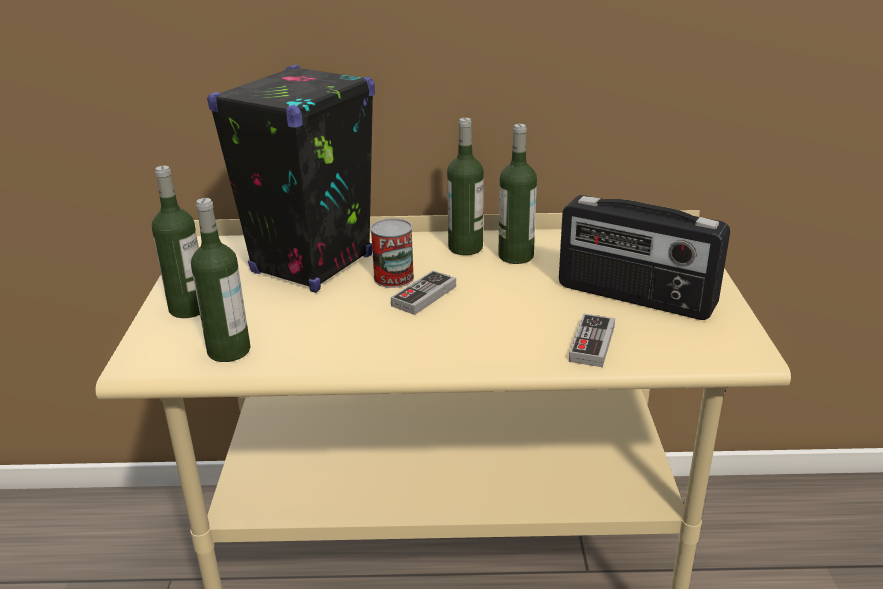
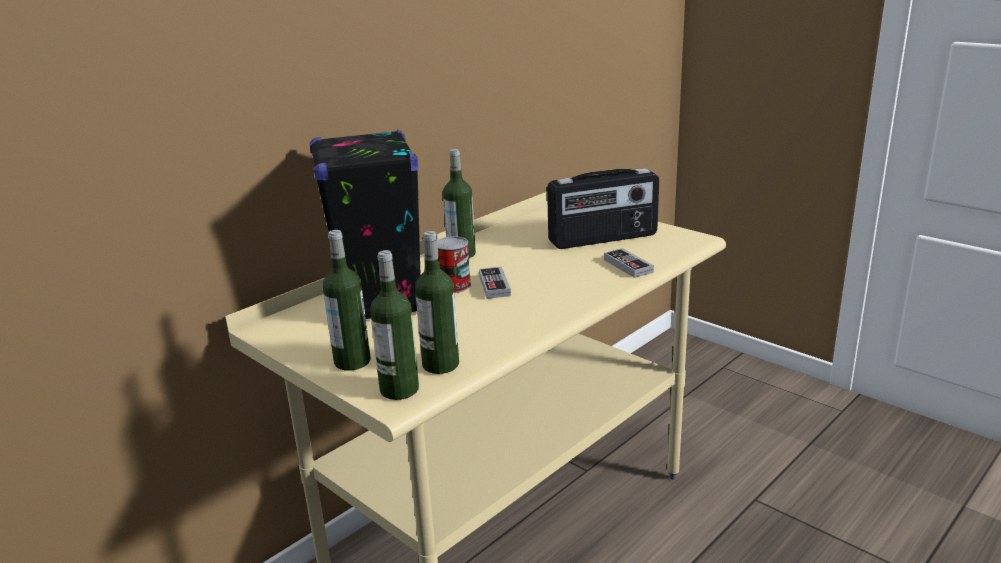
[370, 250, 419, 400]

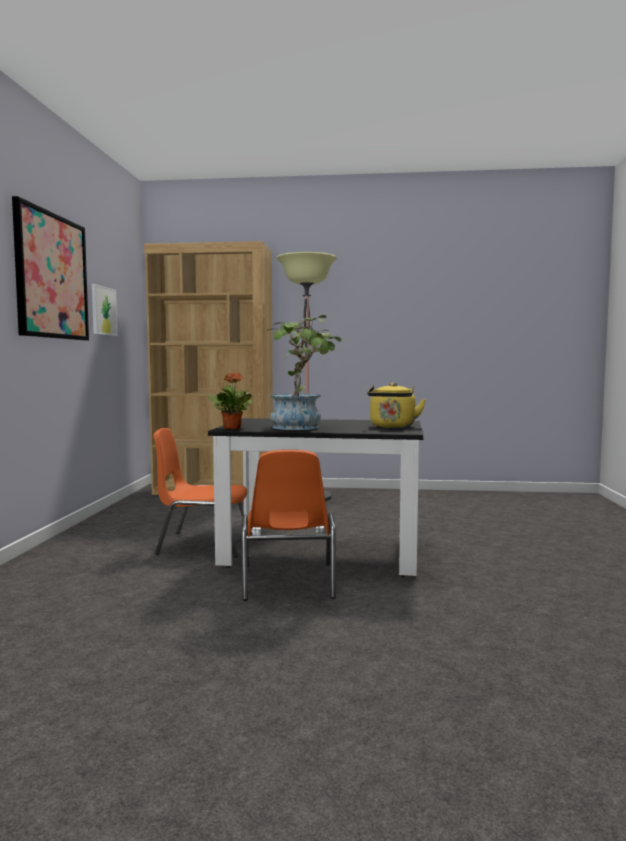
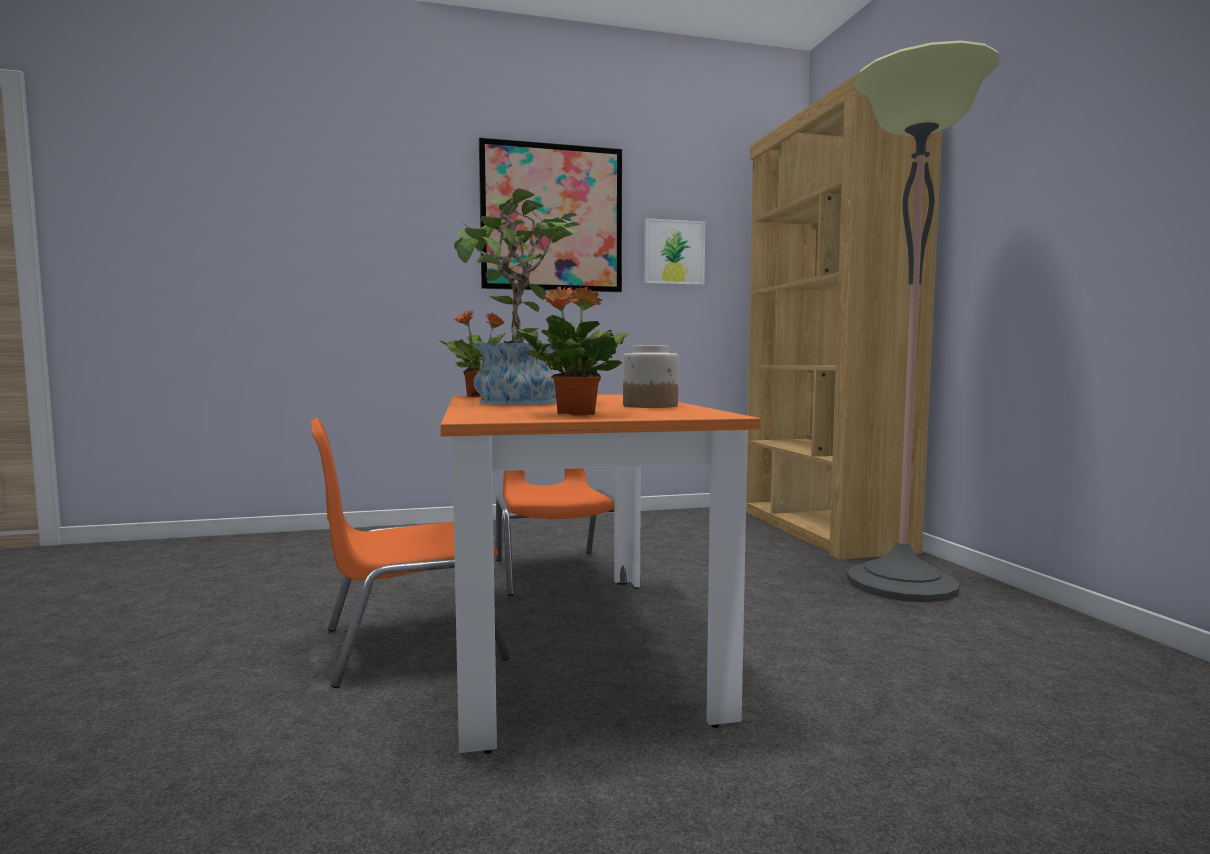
[440, 394, 761, 754]
[514, 287, 629, 416]
[623, 345, 679, 408]

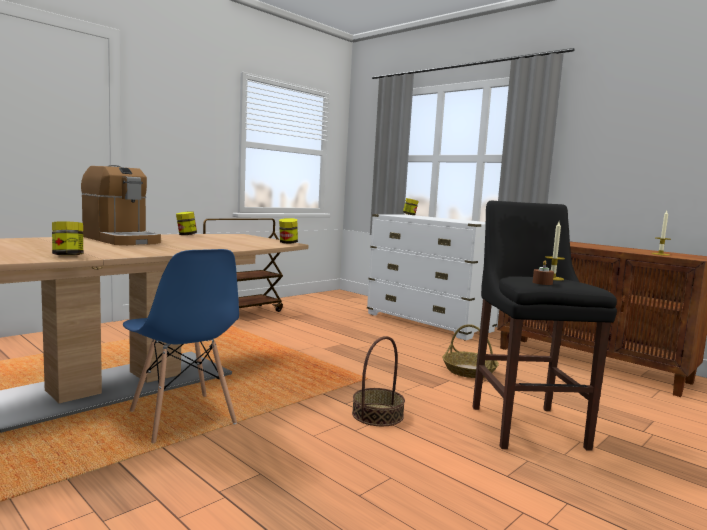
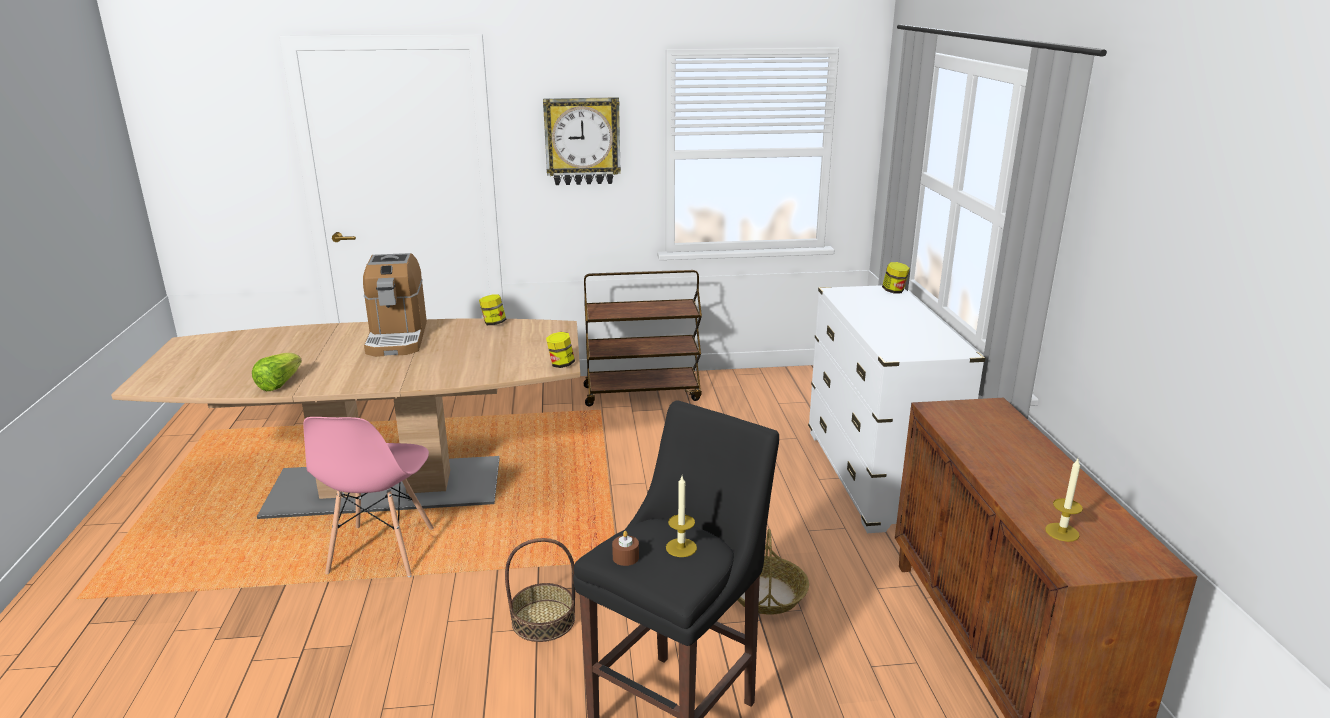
[252, 353, 302, 391]
[303, 417, 434, 577]
[543, 97, 621, 185]

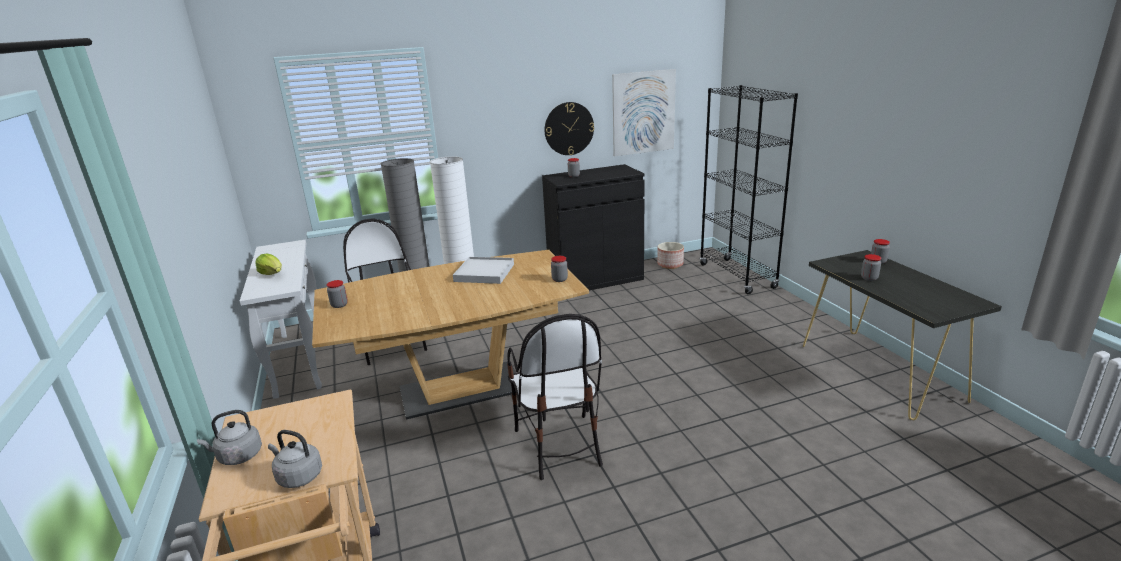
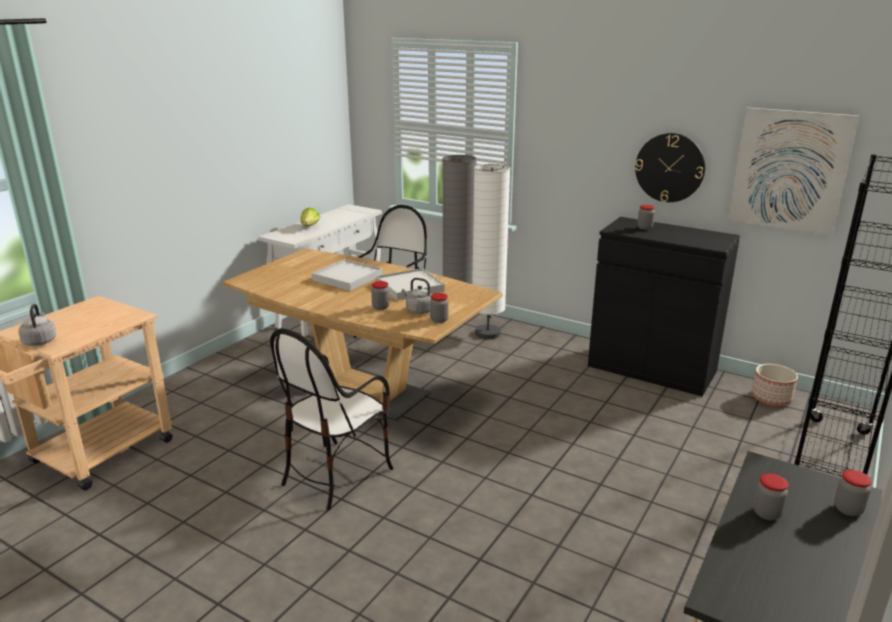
[402, 278, 432, 314]
[371, 281, 390, 310]
[312, 259, 382, 291]

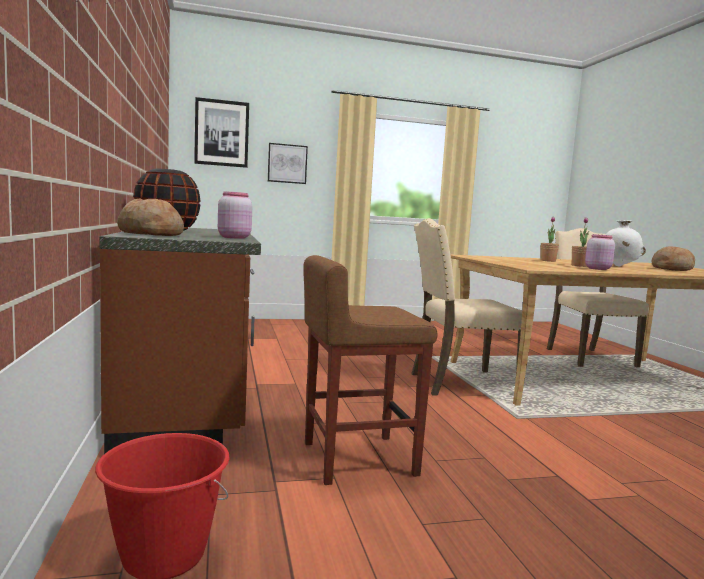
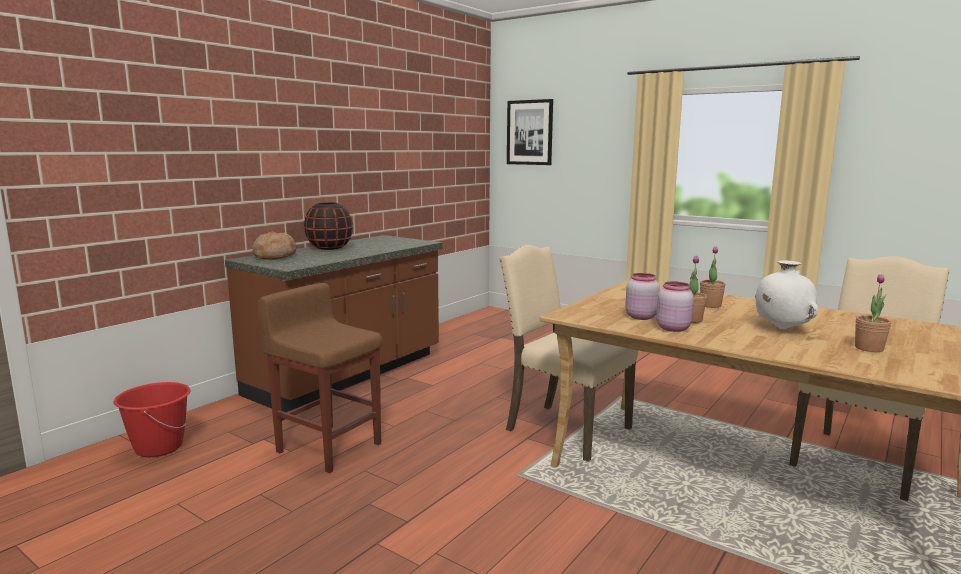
[625, 273, 660, 320]
[268, 143, 308, 184] (first image)
[855, 274, 891, 352]

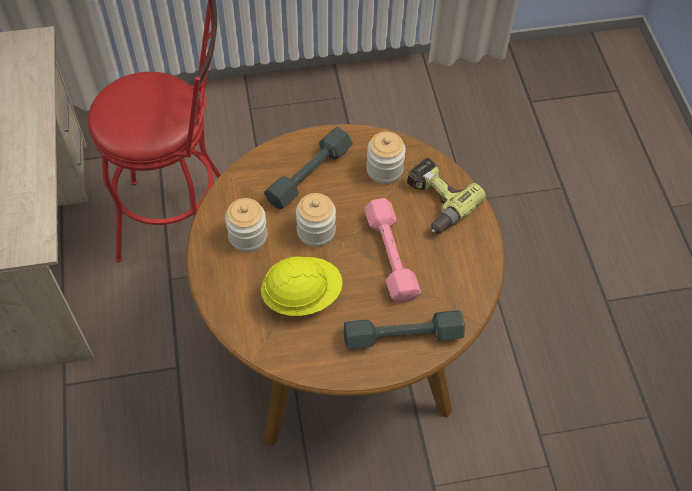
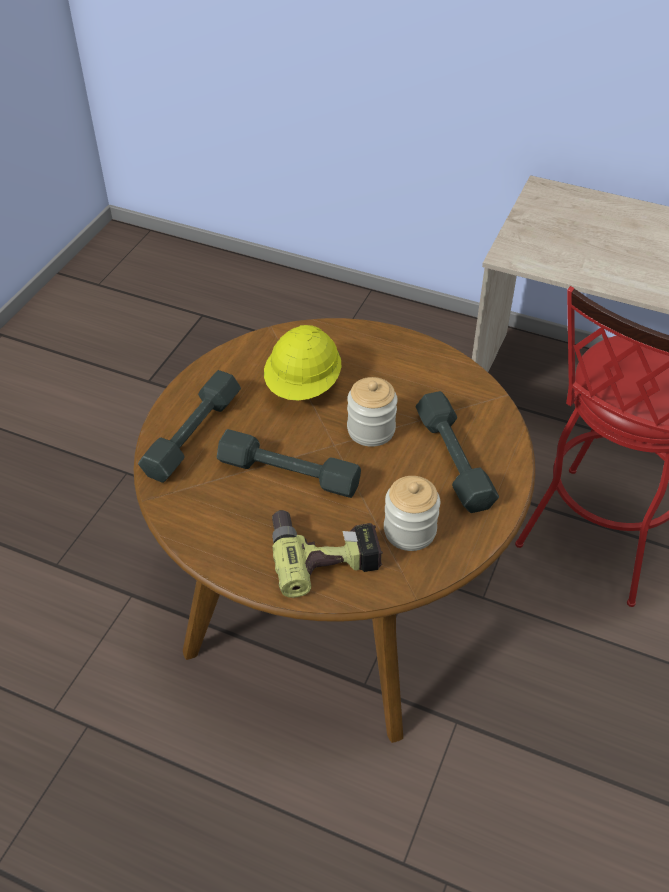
[225, 198, 267, 252] (first image)
[217, 429, 361, 498]

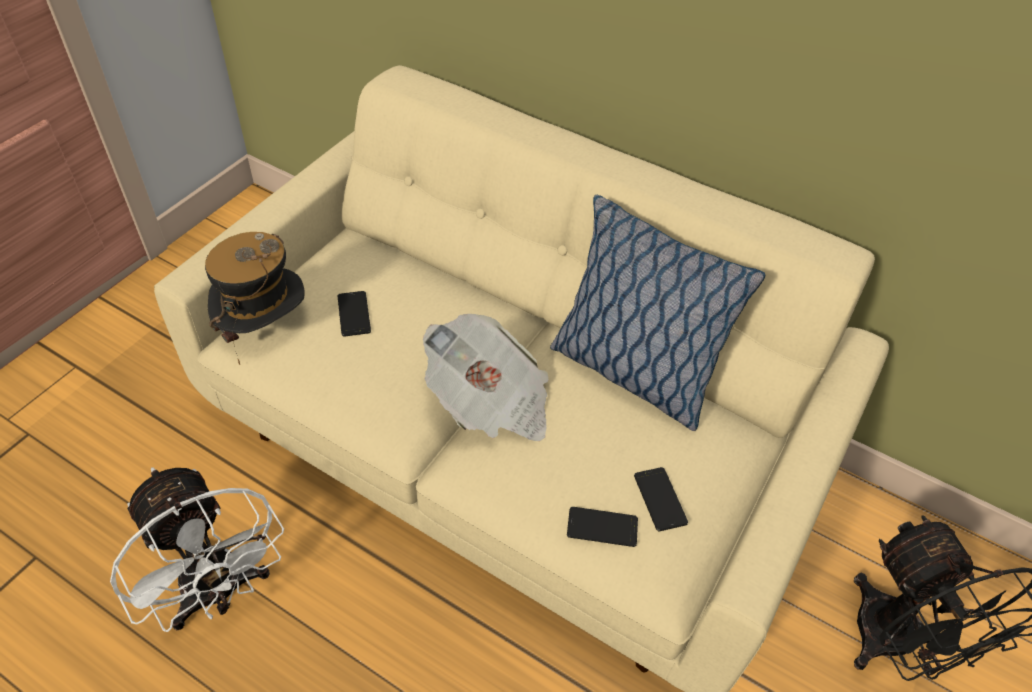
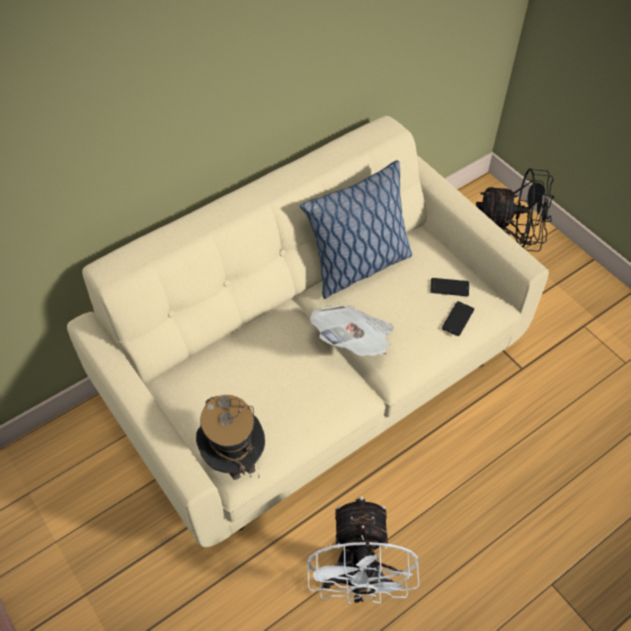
[307, 496, 419, 604]
[338, 291, 371, 337] (first image)

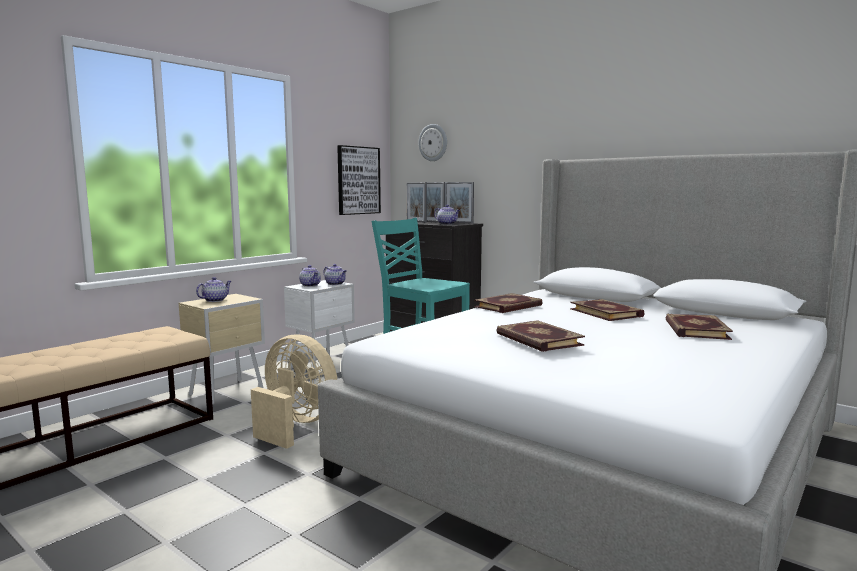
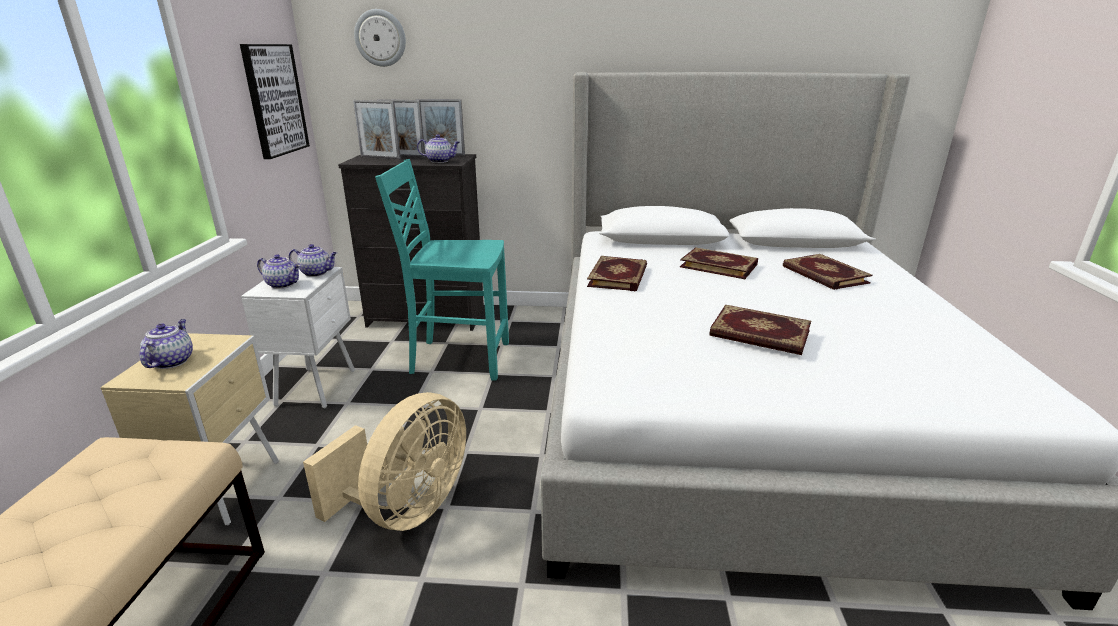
[303, 392, 466, 531]

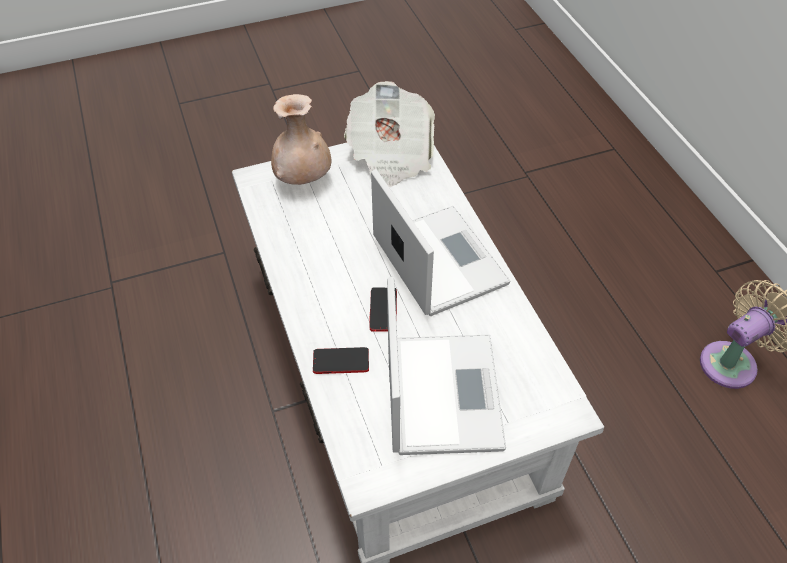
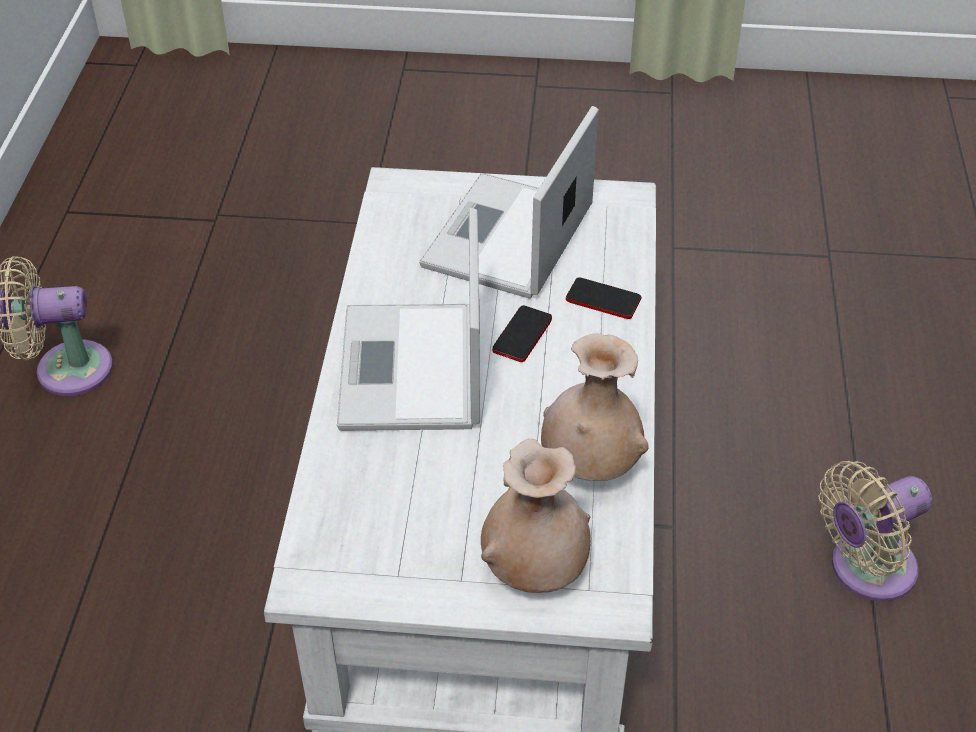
[344, 81, 435, 187] (first image)
[541, 333, 648, 481]
[818, 461, 932, 602]

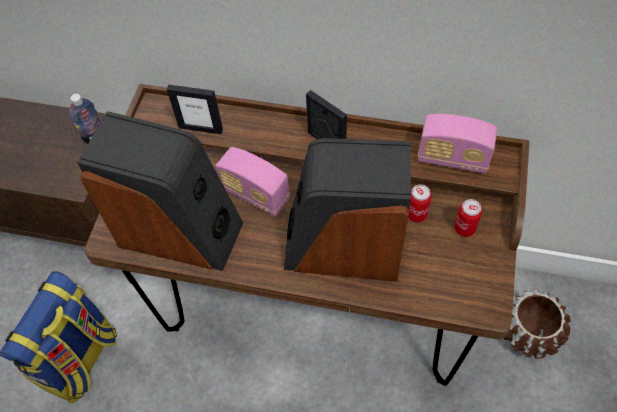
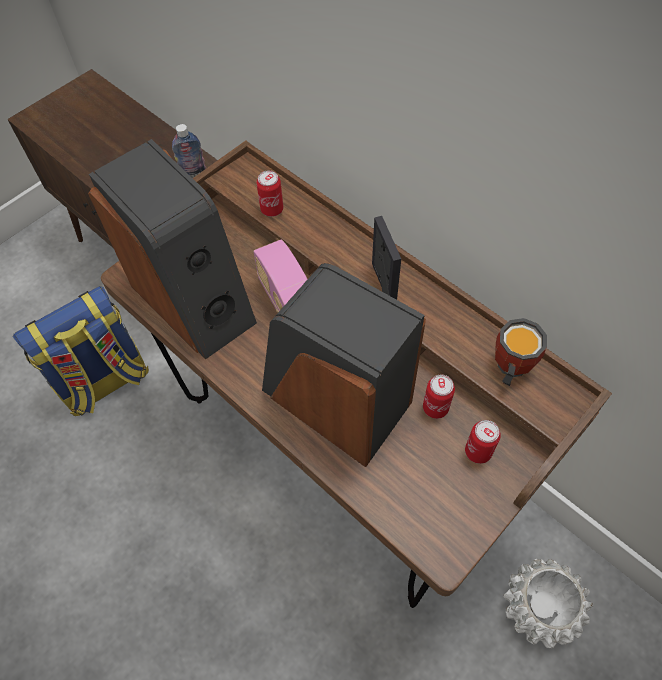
[256, 170, 284, 217]
[495, 318, 547, 386]
[503, 559, 593, 648]

